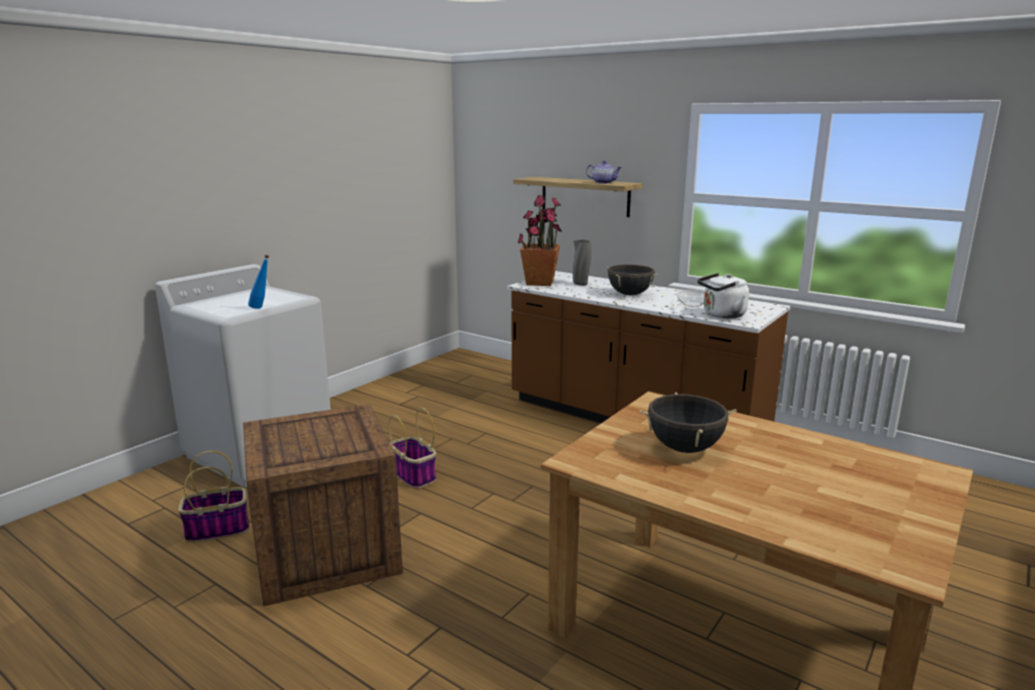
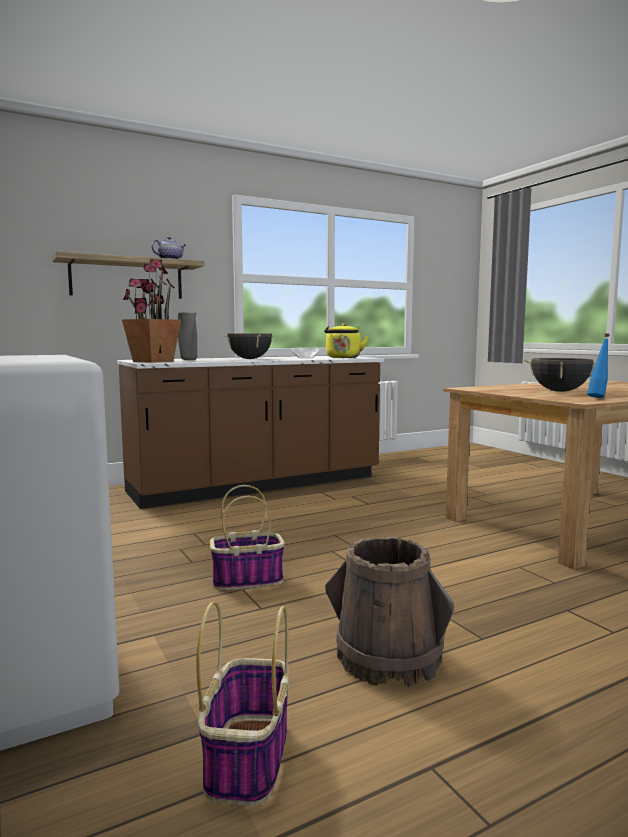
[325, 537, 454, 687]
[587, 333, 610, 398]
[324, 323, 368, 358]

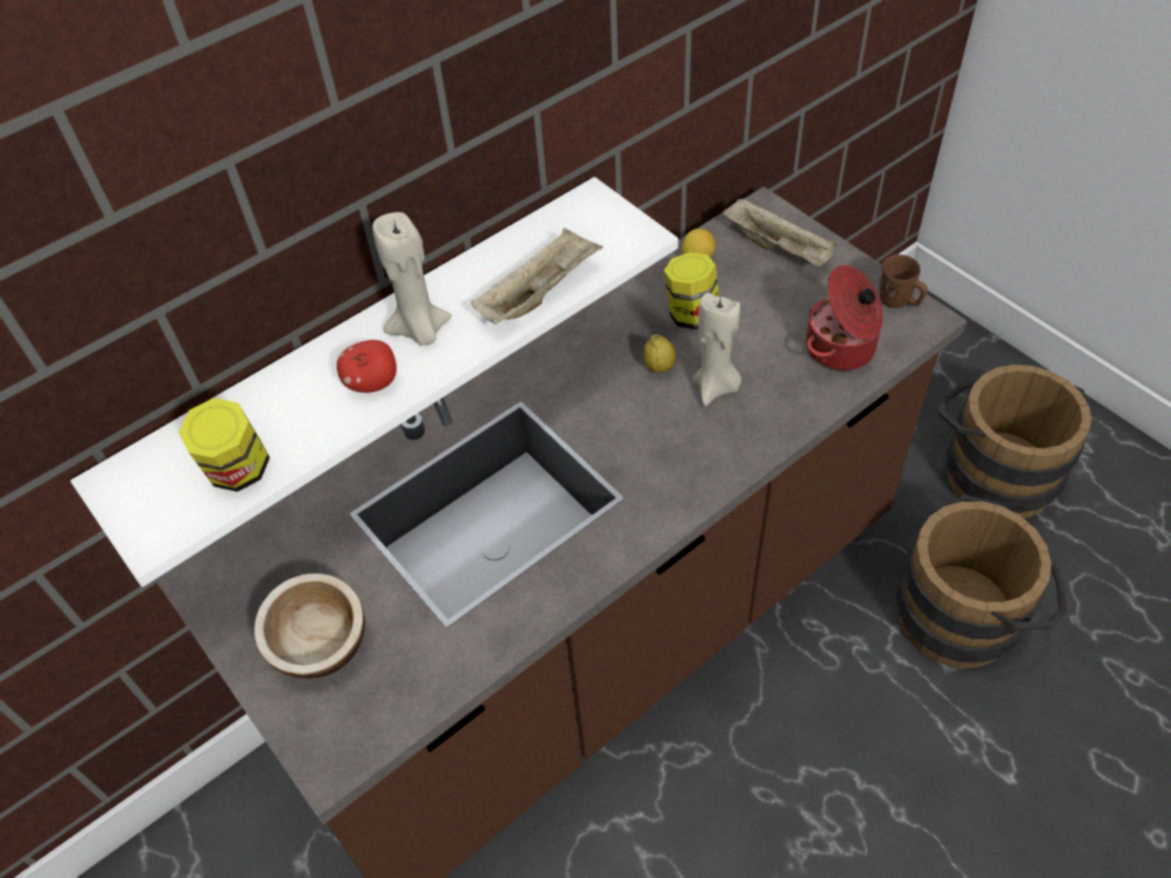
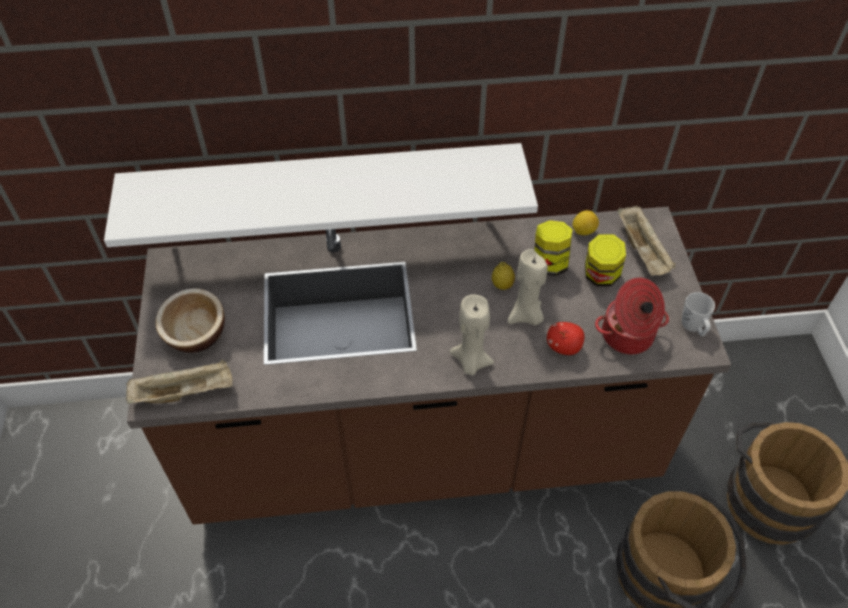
[585, 234, 626, 286]
[547, 322, 585, 355]
[450, 294, 494, 375]
[126, 360, 233, 404]
[682, 292, 715, 336]

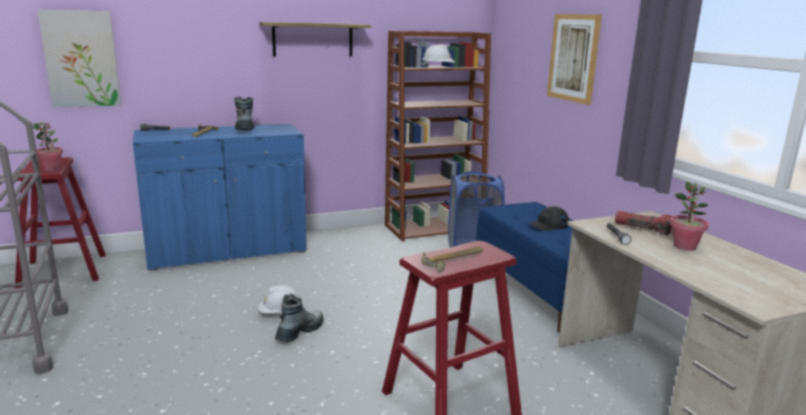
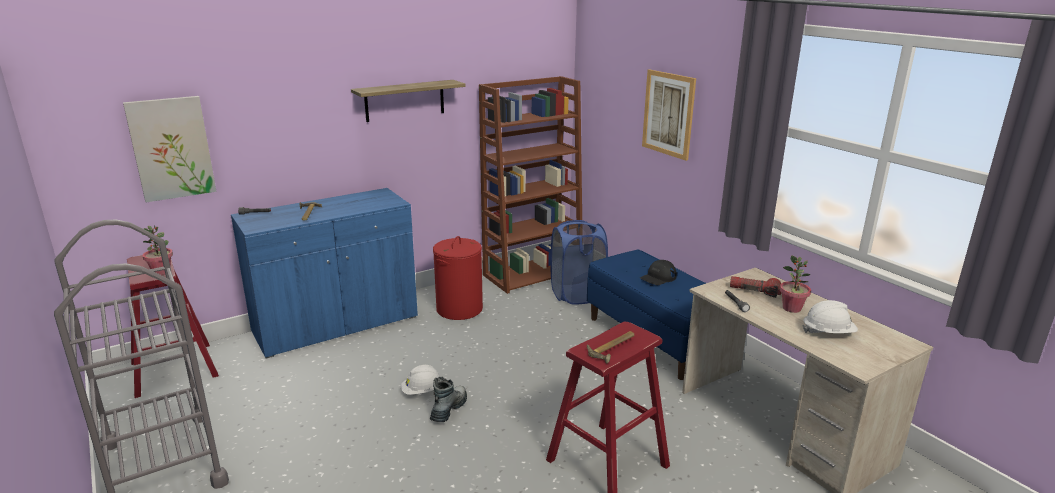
[234, 97, 254, 130] (first image)
[802, 300, 858, 334]
[433, 236, 483, 320]

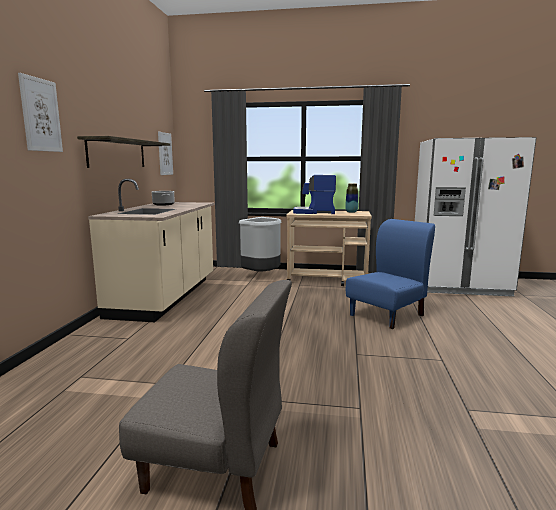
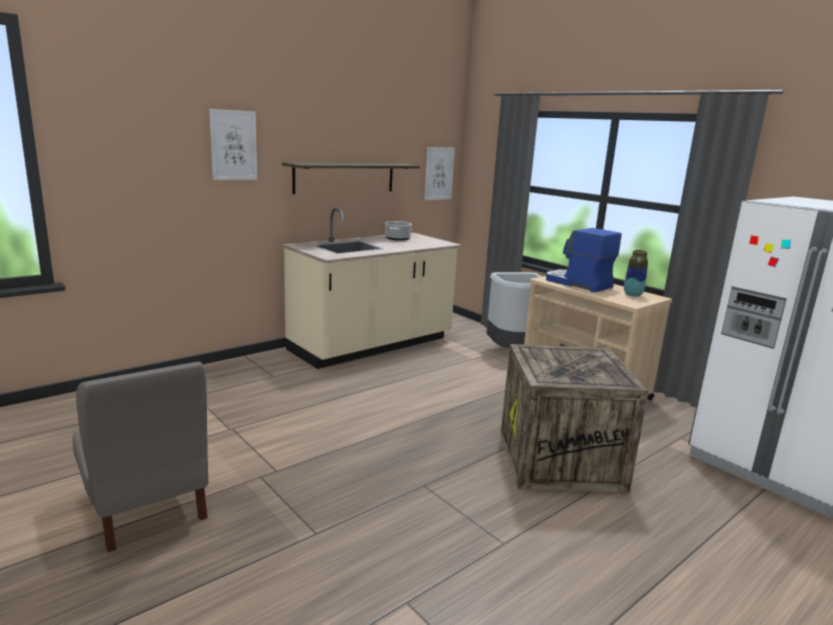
[501, 344, 649, 493]

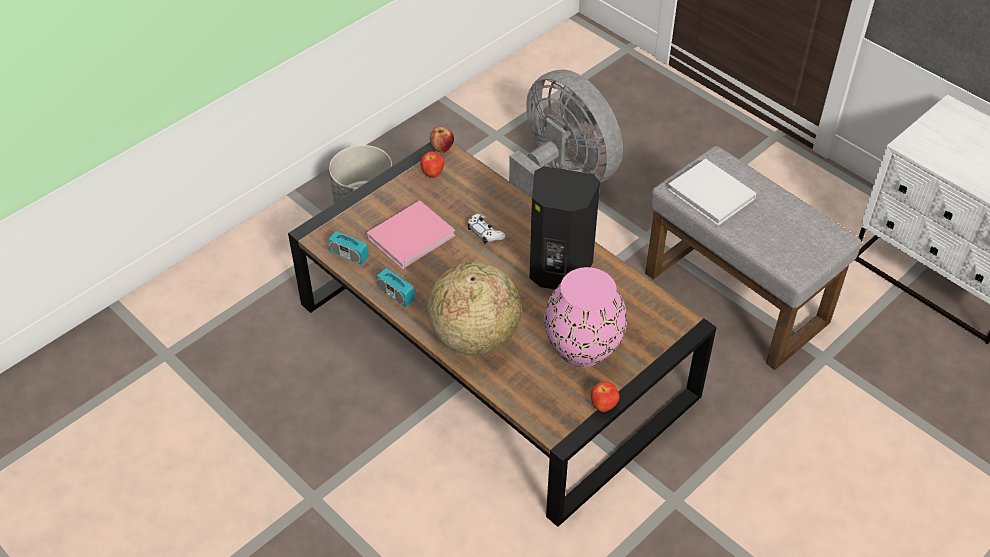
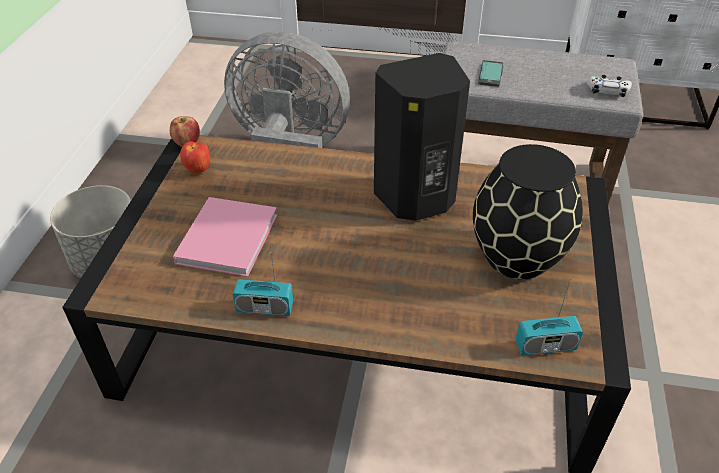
[515, 278, 583, 356]
[428, 262, 521, 355] (first image)
[587, 75, 632, 97]
[473, 144, 583, 279]
[591, 381, 619, 412] (first image)
[478, 60, 503, 87]

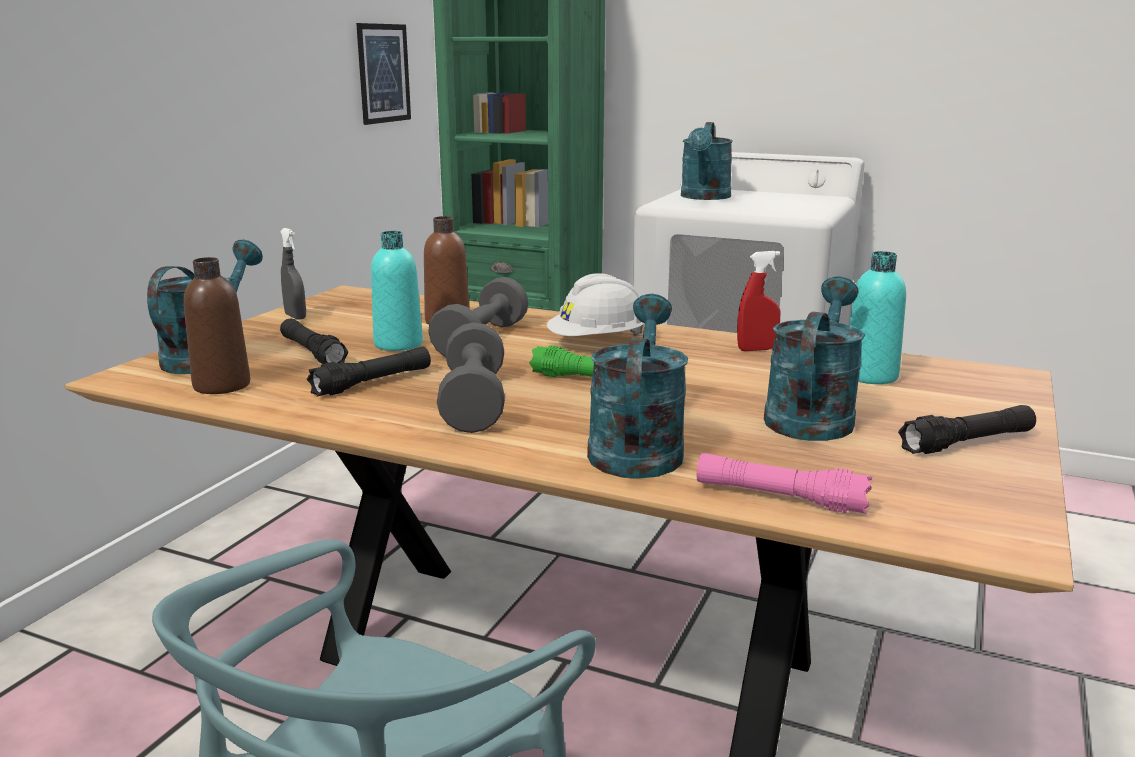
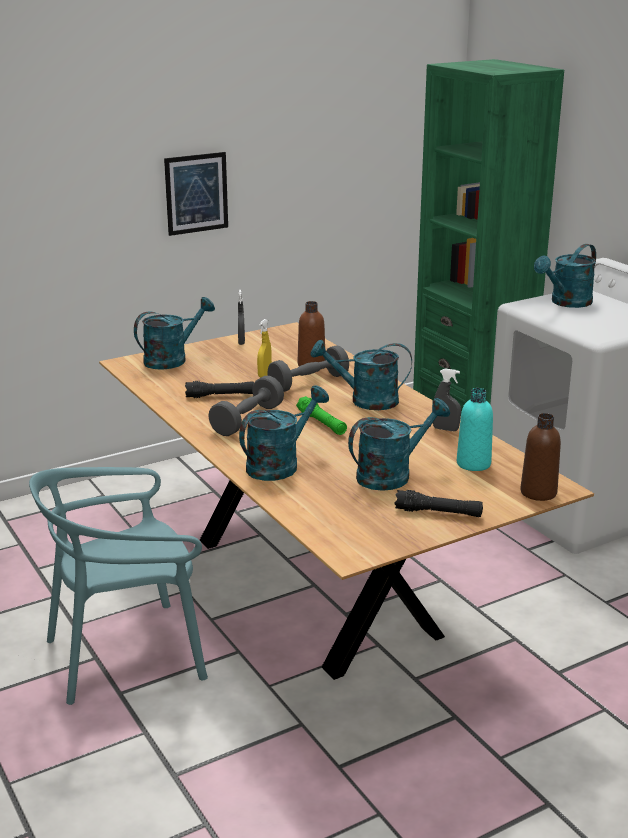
[520, 413, 561, 501]
[280, 319, 348, 364] (first image)
[164, 152, 228, 236]
[257, 319, 272, 377]
[311, 340, 412, 410]
[697, 453, 872, 514] (first image)
[433, 368, 461, 431]

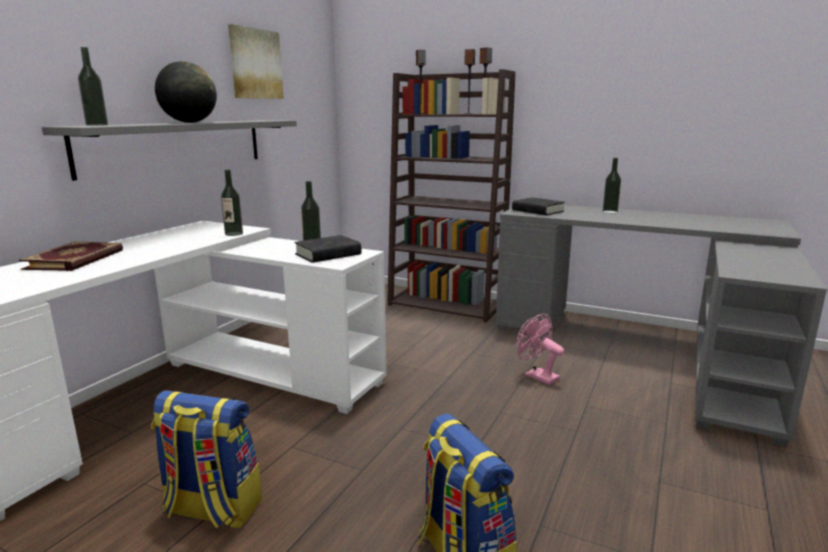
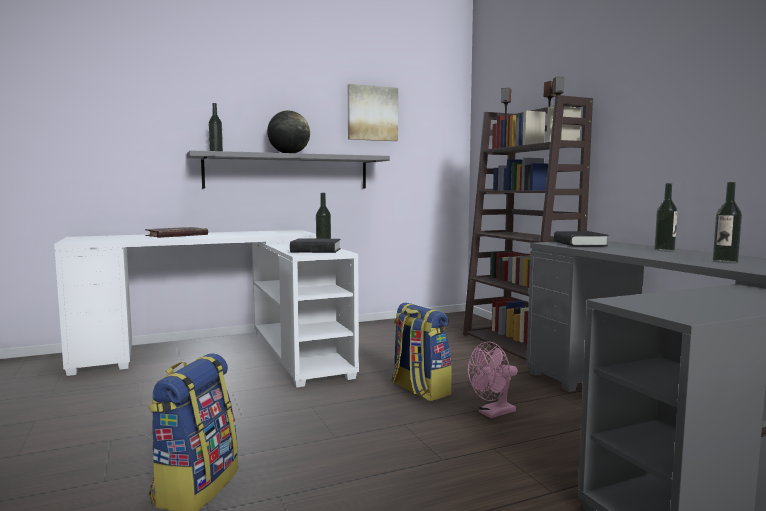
[392, 303, 452, 401]
[713, 182, 742, 263]
[468, 341, 518, 418]

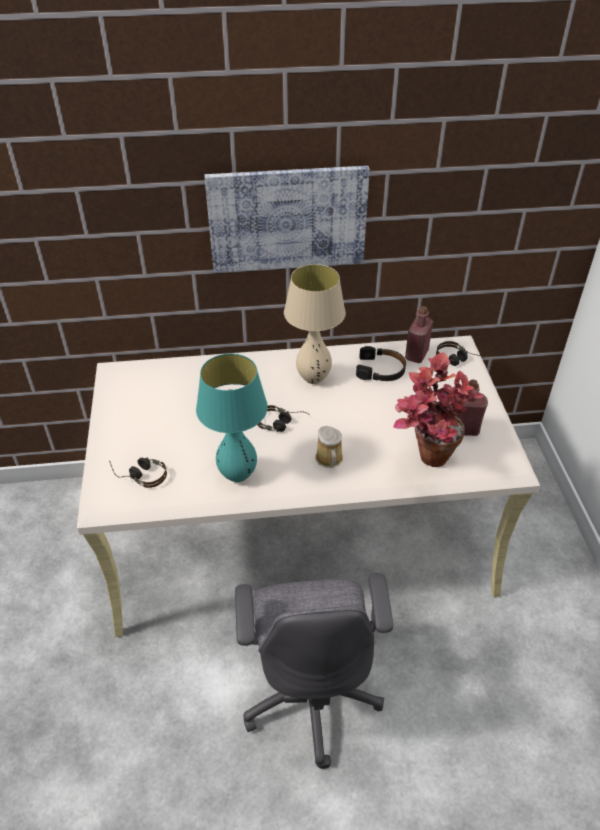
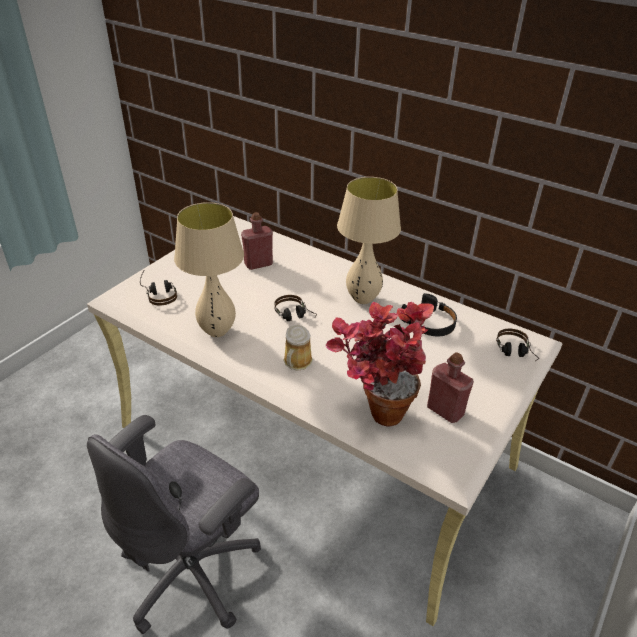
[174, 202, 244, 337]
[205, 166, 370, 273] (first image)
[241, 212, 273, 270]

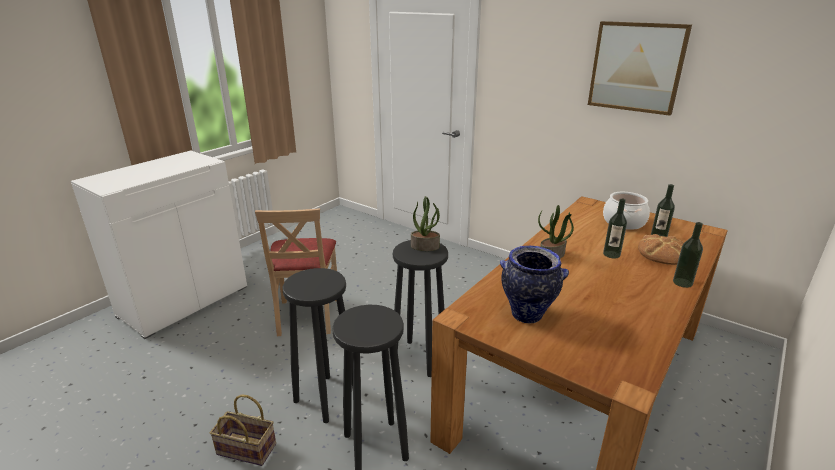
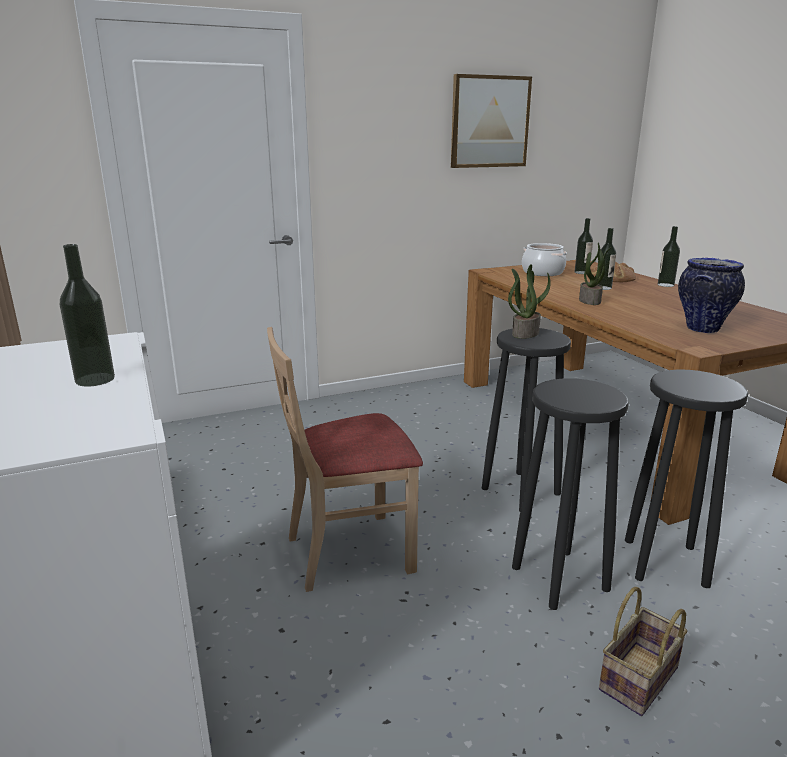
[267, 327, 423, 592]
[60, 244, 115, 386]

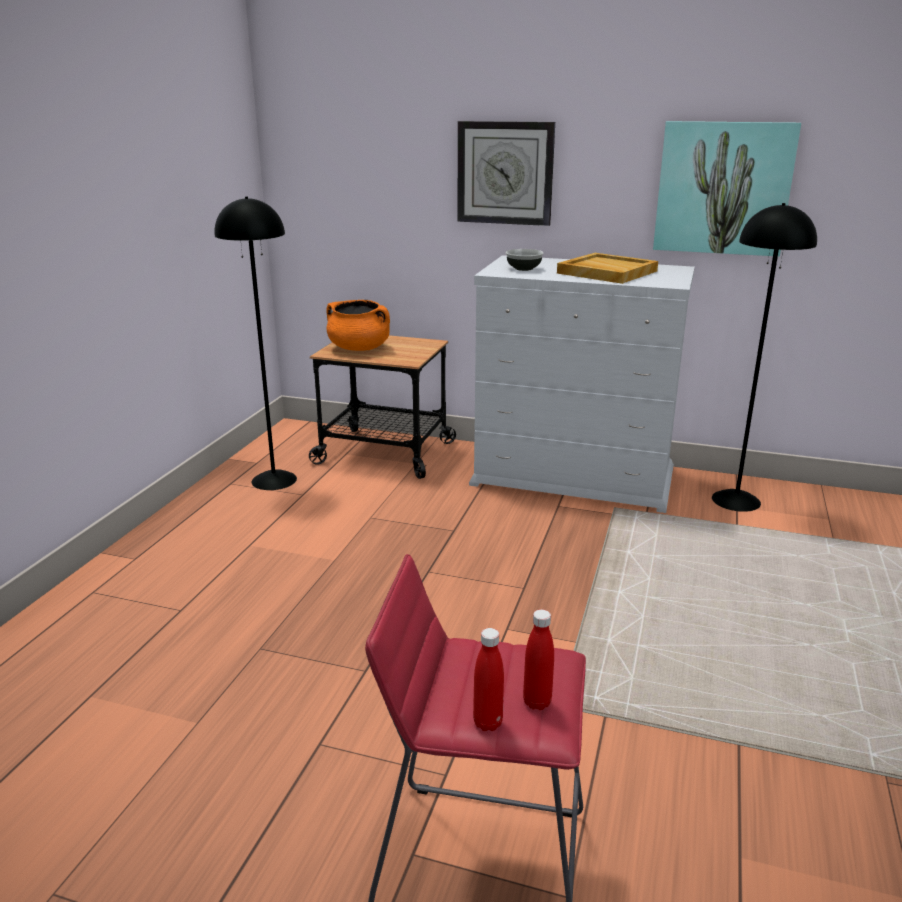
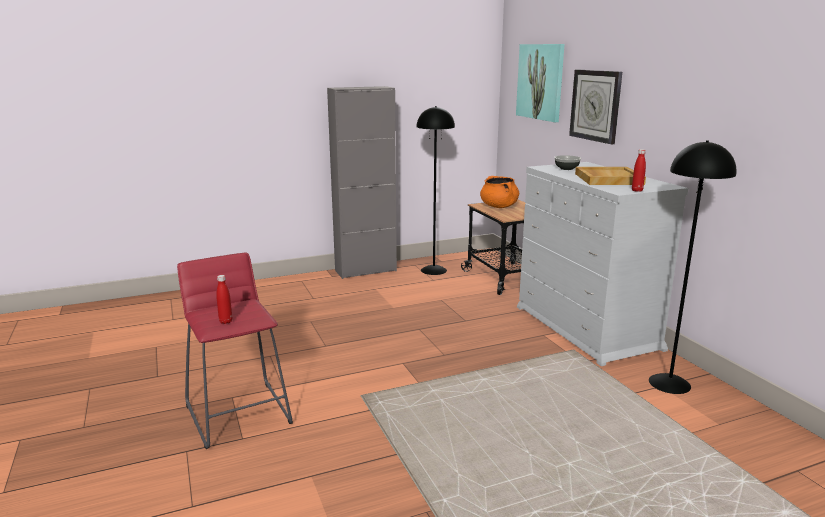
[632, 149, 646, 192]
[516, 44, 565, 122]
[327, 86, 397, 279]

